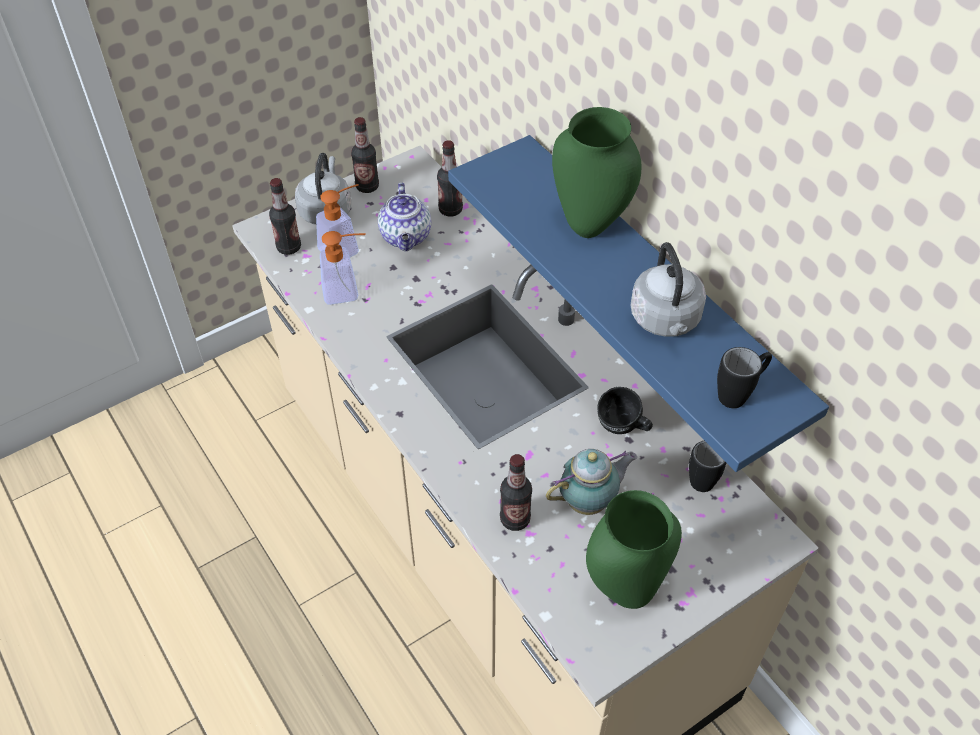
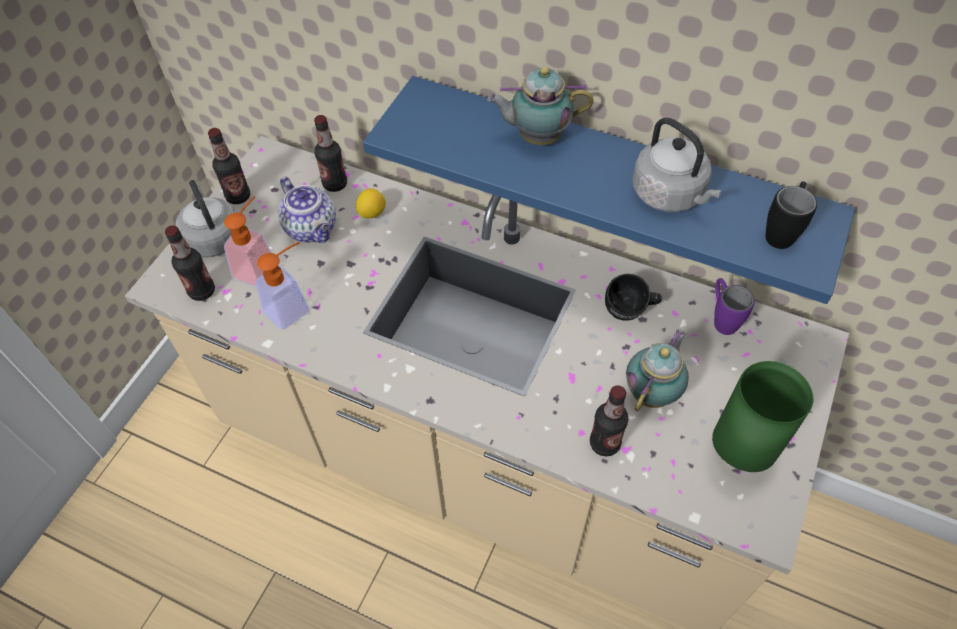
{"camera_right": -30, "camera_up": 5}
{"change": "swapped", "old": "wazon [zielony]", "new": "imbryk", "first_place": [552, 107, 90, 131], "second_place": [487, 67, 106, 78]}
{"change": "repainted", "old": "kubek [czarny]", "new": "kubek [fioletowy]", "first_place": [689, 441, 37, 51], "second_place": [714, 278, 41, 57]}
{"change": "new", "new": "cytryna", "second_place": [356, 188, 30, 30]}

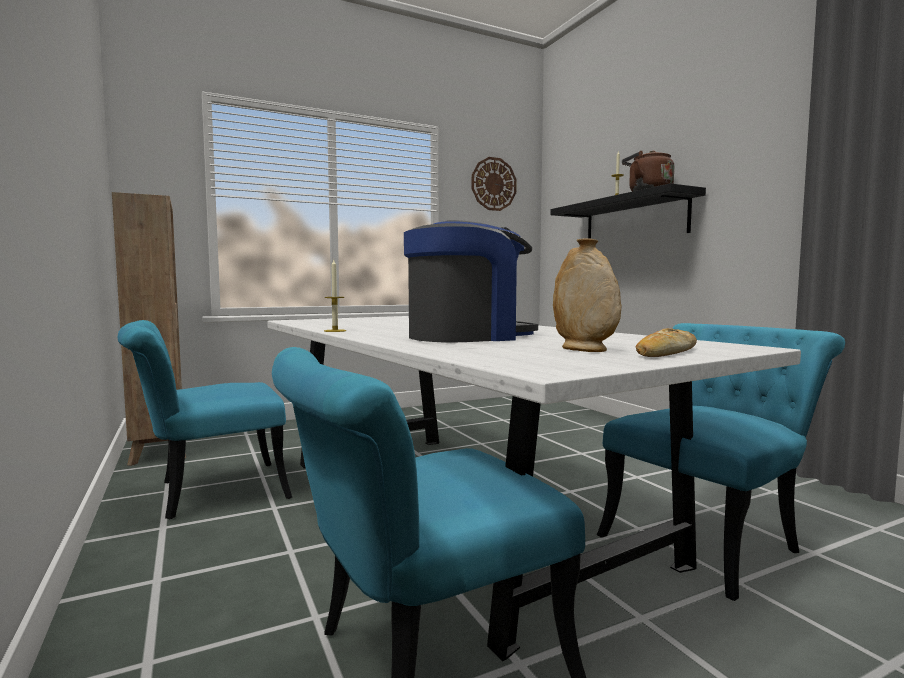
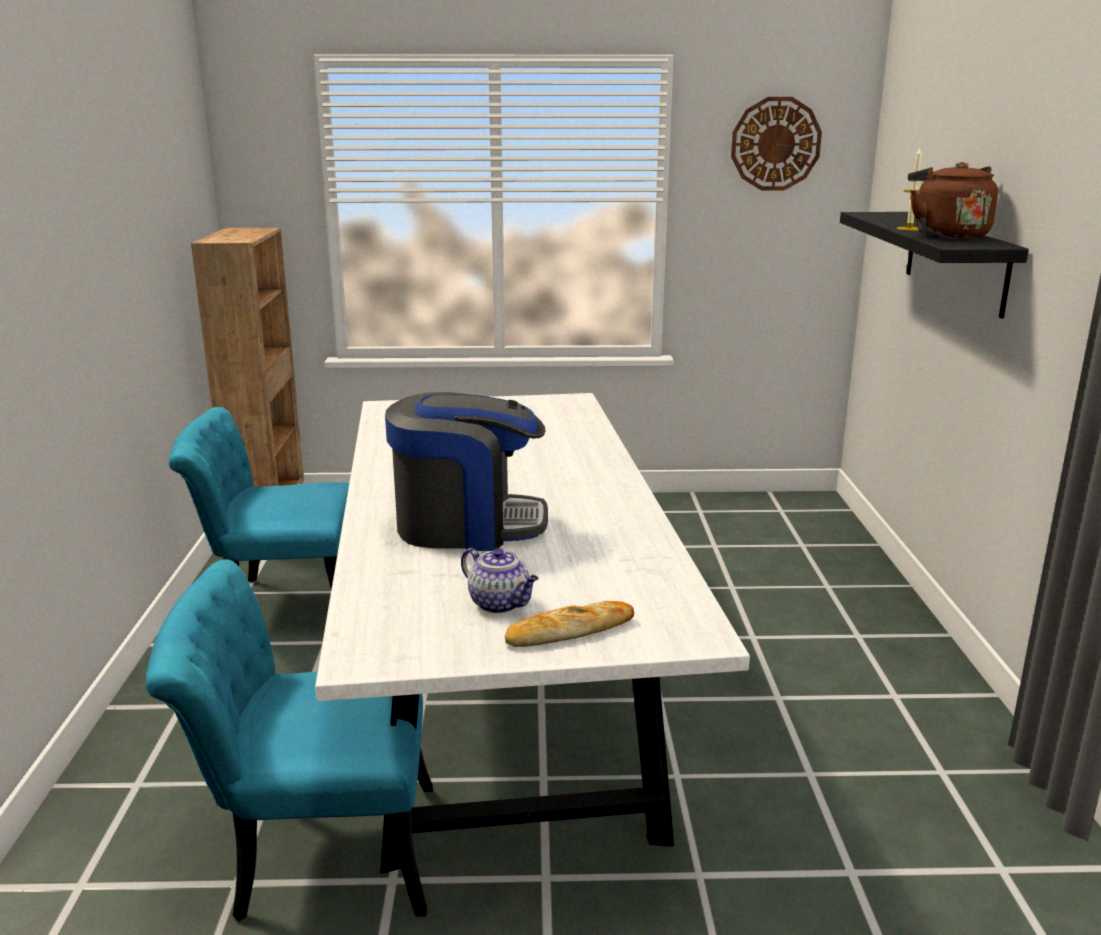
{"camera_right": 25, "camera_up": 15}
{"change": "swapped", "old": "wazon [beżowy]", "new": "imbryk", "first_place": [553, 238, 68, 114], "second_place": [461, 548, 78, 66]}
{"change": "gone", "old": "świeca", "first_place": [324, 258, 23, 74]}
{"change": "gone", "old": "krzesło [turkusowy]", "first_place": [597, 323, 248, 278]}

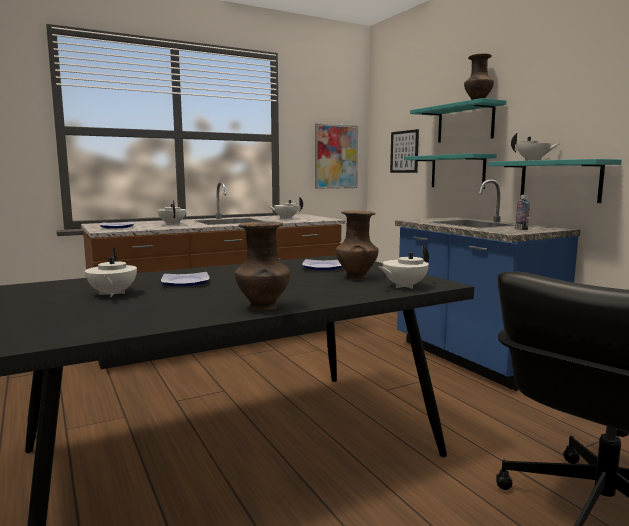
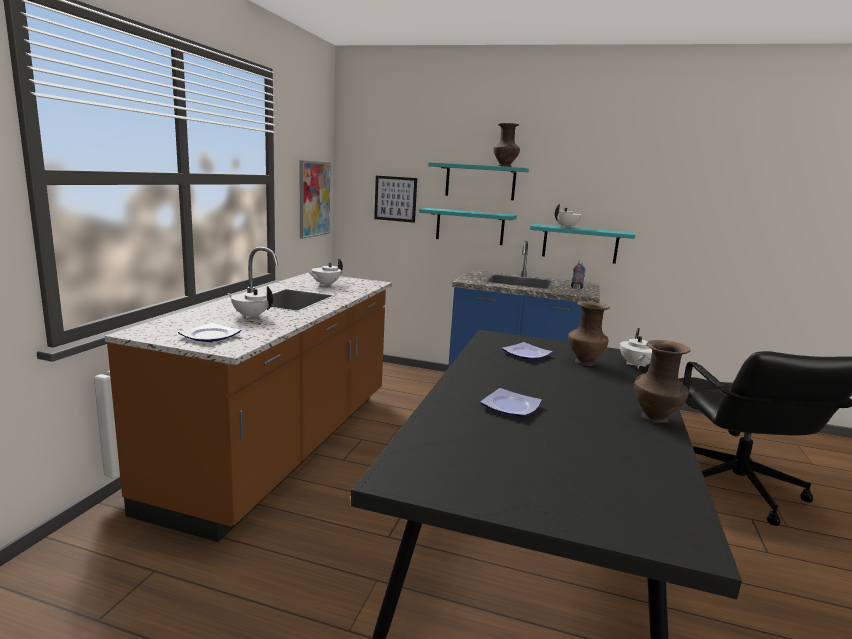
{"camera_right": -45, "camera_up": 5}
{"change": "gone", "old": "imbryk [biały]", "first_place": [85, 248, 52, 49]}

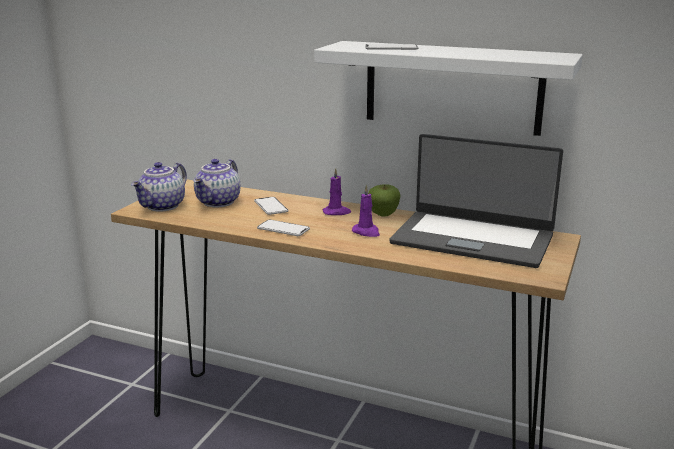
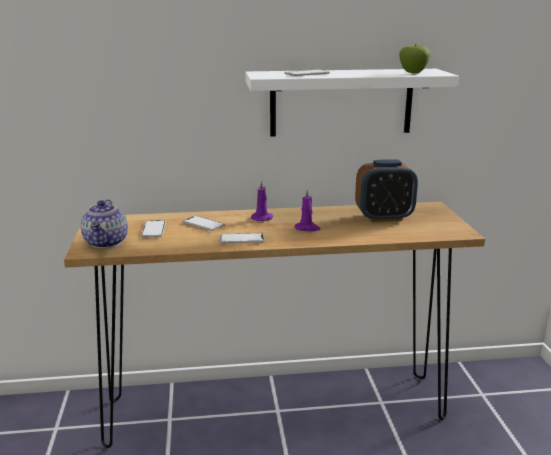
{"camera_right": -30, "camera_up": 0}
{"change": "swapped", "old": "laptop", "new": "budzik", "first_place": [389, 134, 174, 134], "second_place": [355, 159, 63, 63]}
{"change": "swapped", "old": "imbryk", "new": "telefon", "first_place": [194, 159, 46, 49], "second_place": [141, 220, 25, 17]}
{"change": "shifted", "old": "jabłko", "first_place": [368, 184, 33, 33], "second_place": [399, 44, 32, 29]}

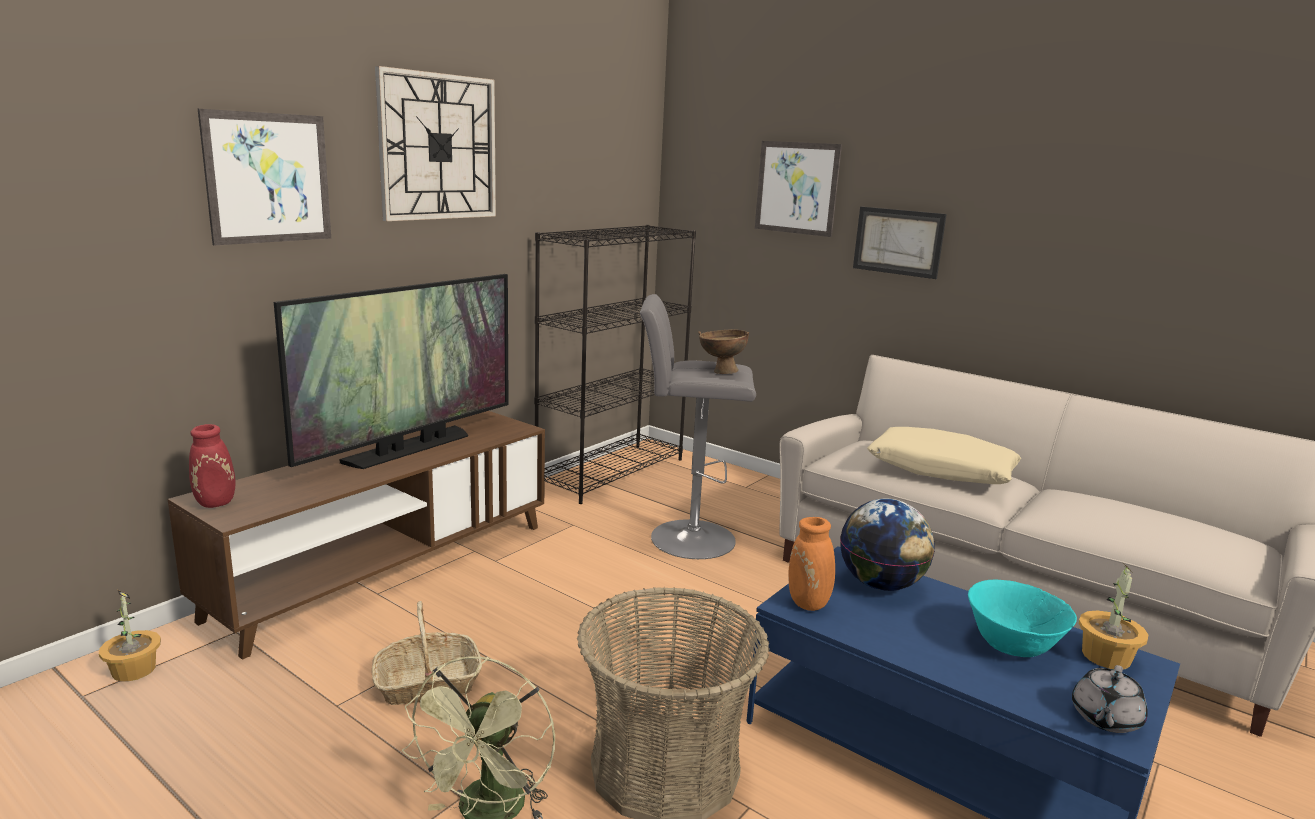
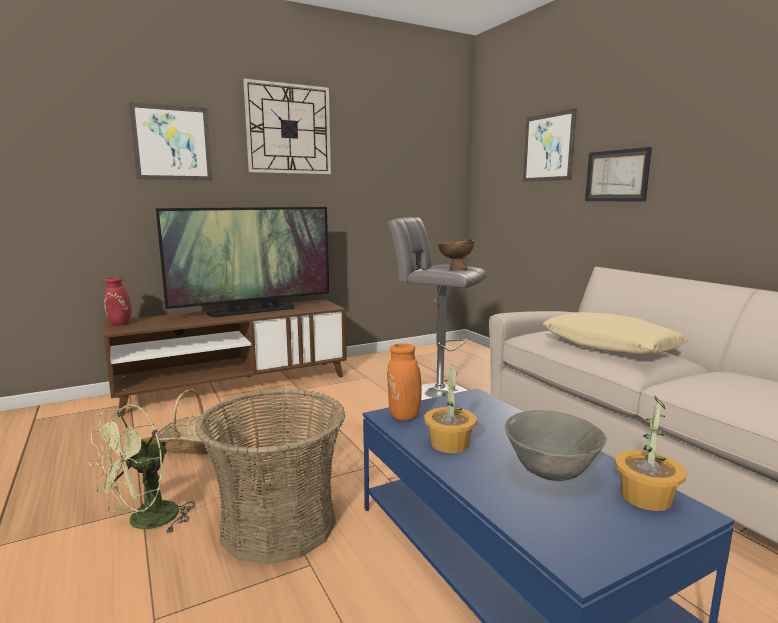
{"camera_right": 25, "camera_up": -5}
{"change": "gone", "old": "regał [czarny]", "first_place": [534, 225, 162, 279]}
{"change": "gone", "old": "globus", "first_place": [840, 499, 95, 92]}
{"change": "repainted", "old": "miska [turkusowy]", "new": "miska [szary]", "first_place": [968, 580, 109, 77], "second_place": [505, 410, 102, 71]}
{"change": "shifted", "old": "roślina doniczkowa", "first_place": [99, 590, 62, 92], "second_place": [424, 362, 53, 91]}
{"change": "gone", "old": "imbryk [szary]", "first_place": [1072, 665, 76, 68]}

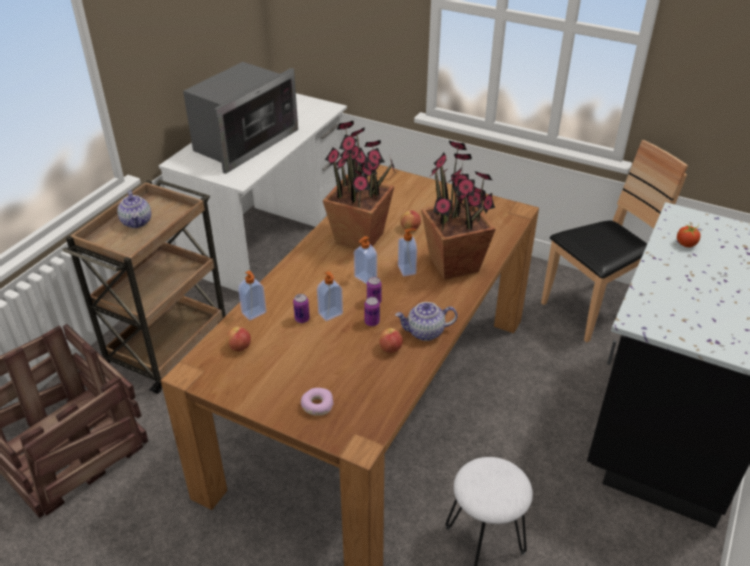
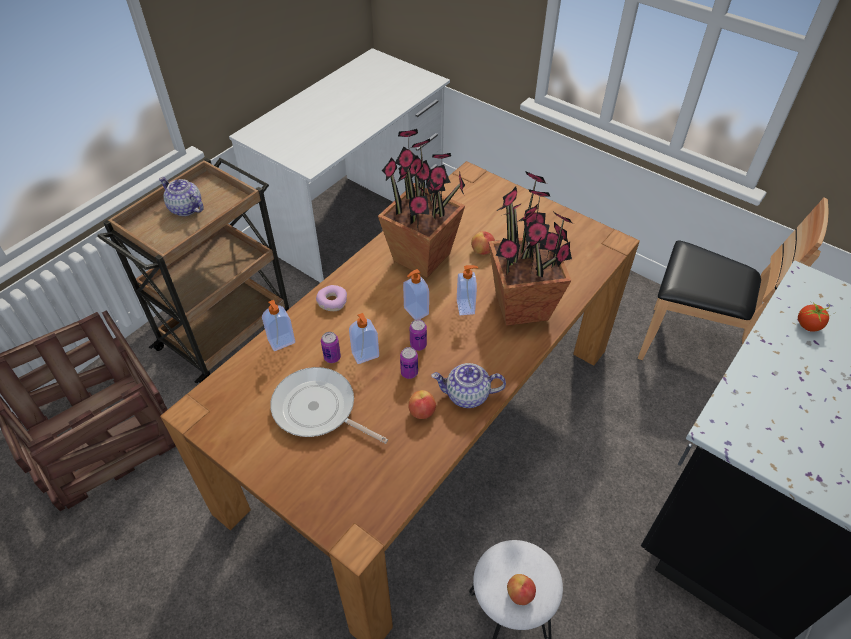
{"camera_right": 10, "camera_up": 10}
{"change": "gone", "old": "mikrofalówka", "first_place": [183, 62, 115, 112]}
{"change": "rotated", "old": "krzesło [brązowy]", "first_place": [541, 140, 147, 203], "second_place": [638, 197, 191, 163], "degrees": 45}
{"change": "rotated", "old": "imbryk", "first_place": [117, 190, 34, 38], "second_place": [159, 177, 45, 39], "degrees": 135}
{"change": "shifted", "old": "jabłko", "first_place": [226, 327, 25, 24], "second_place": [507, 574, 29, 31]}
{"change": "shifted", "old": "donut", "first_place": [301, 388, 33, 28], "second_place": [316, 285, 31, 26]}
{"change": "new", "new": "patelnia", "second_place": [270, 367, 118, 77]}

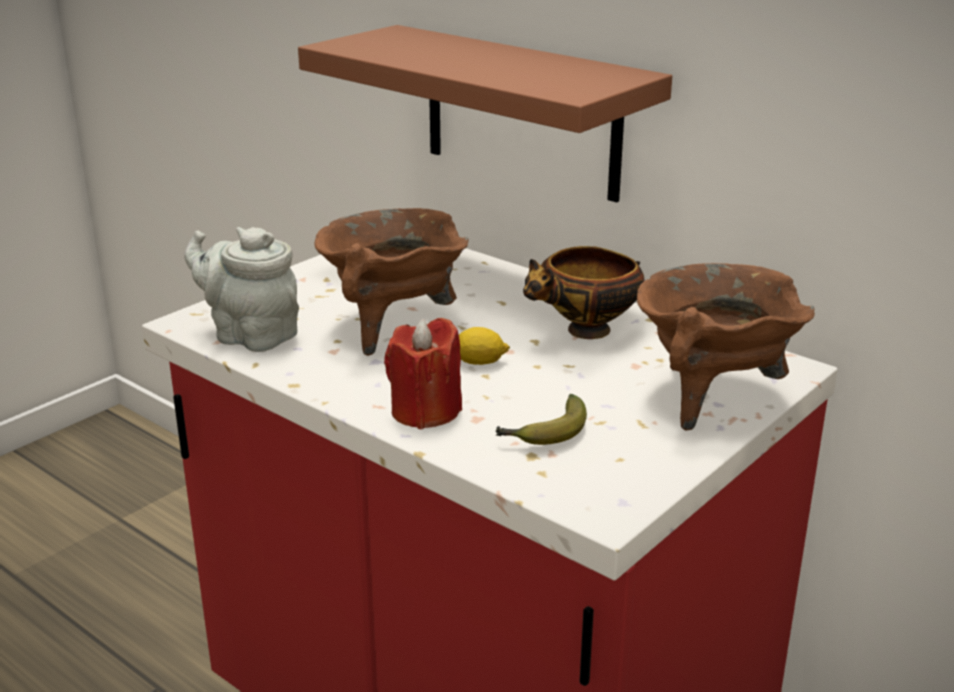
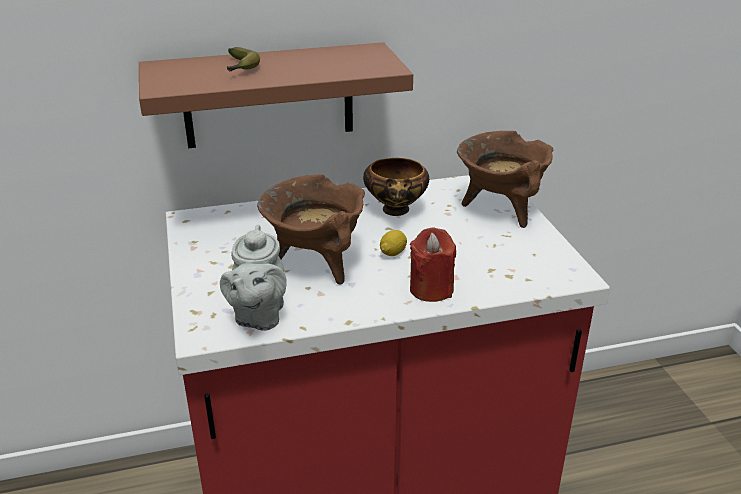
{"camera_right": -55, "camera_up": 5}
{"change": "rotated", "old": "imbryk [szary]", "first_place": [184, 227, 115, 125], "second_place": [220, 224, 67, 107], "degrees": -60}
{"change": "shifted", "old": "banan", "first_place": [496, 394, 91, 51], "second_place": [227, 47, 33, 24]}

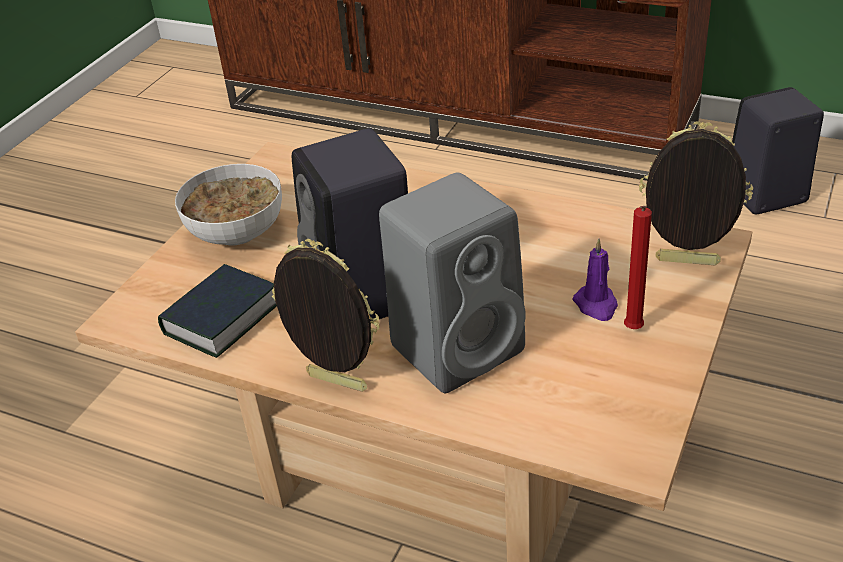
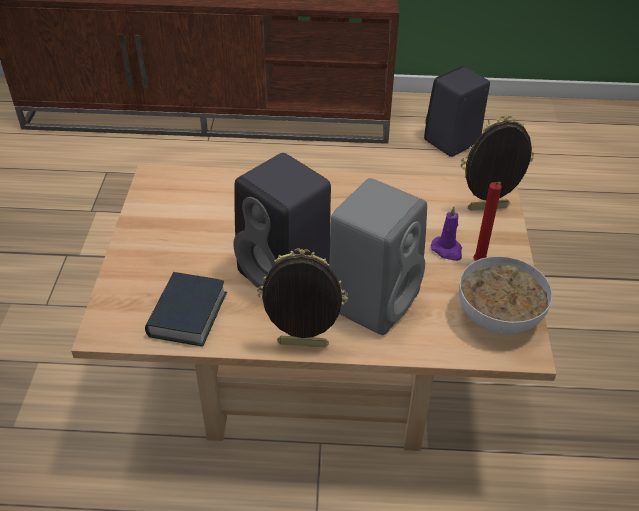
{"camera_right": -25, "camera_up": 5}
{"change": "shifted", "old": "miska", "first_place": [175, 164, 107, 81], "second_place": [459, 256, 94, 79]}

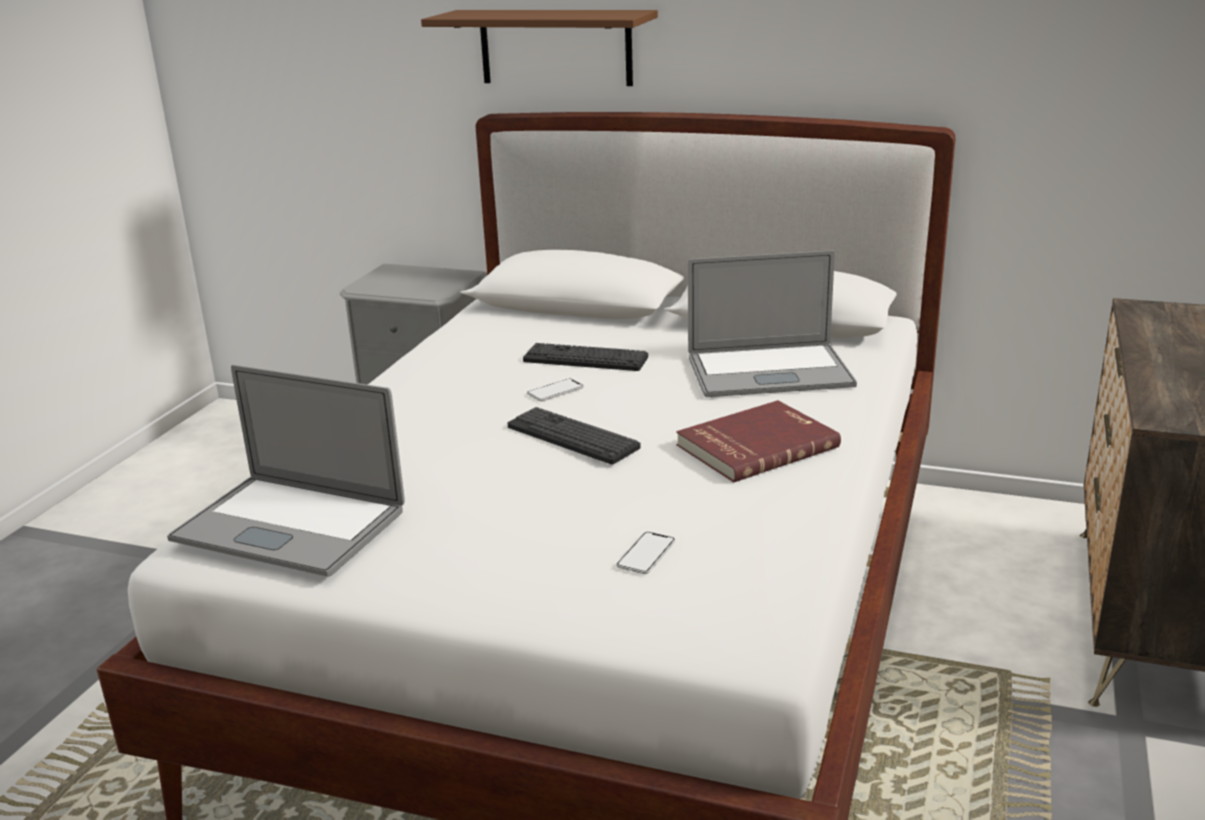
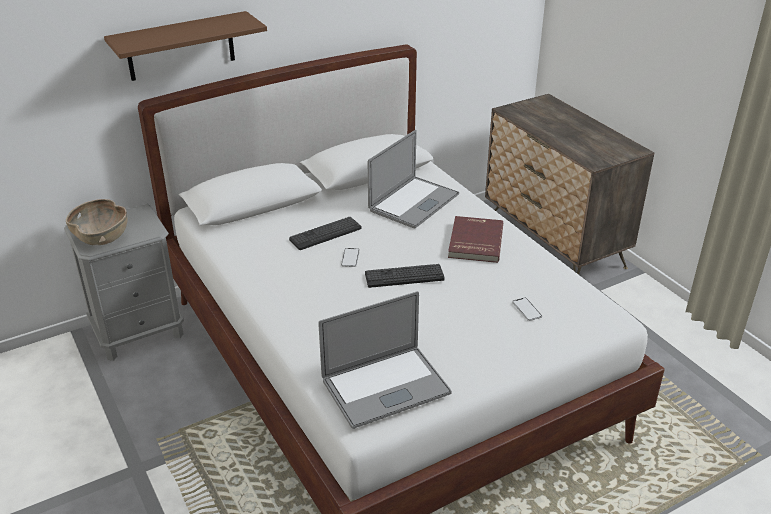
{"camera_right": -50, "camera_up": 10}
{"change": "new", "new": "miska [brązowy]", "second_place": [66, 199, 62, 46]}

